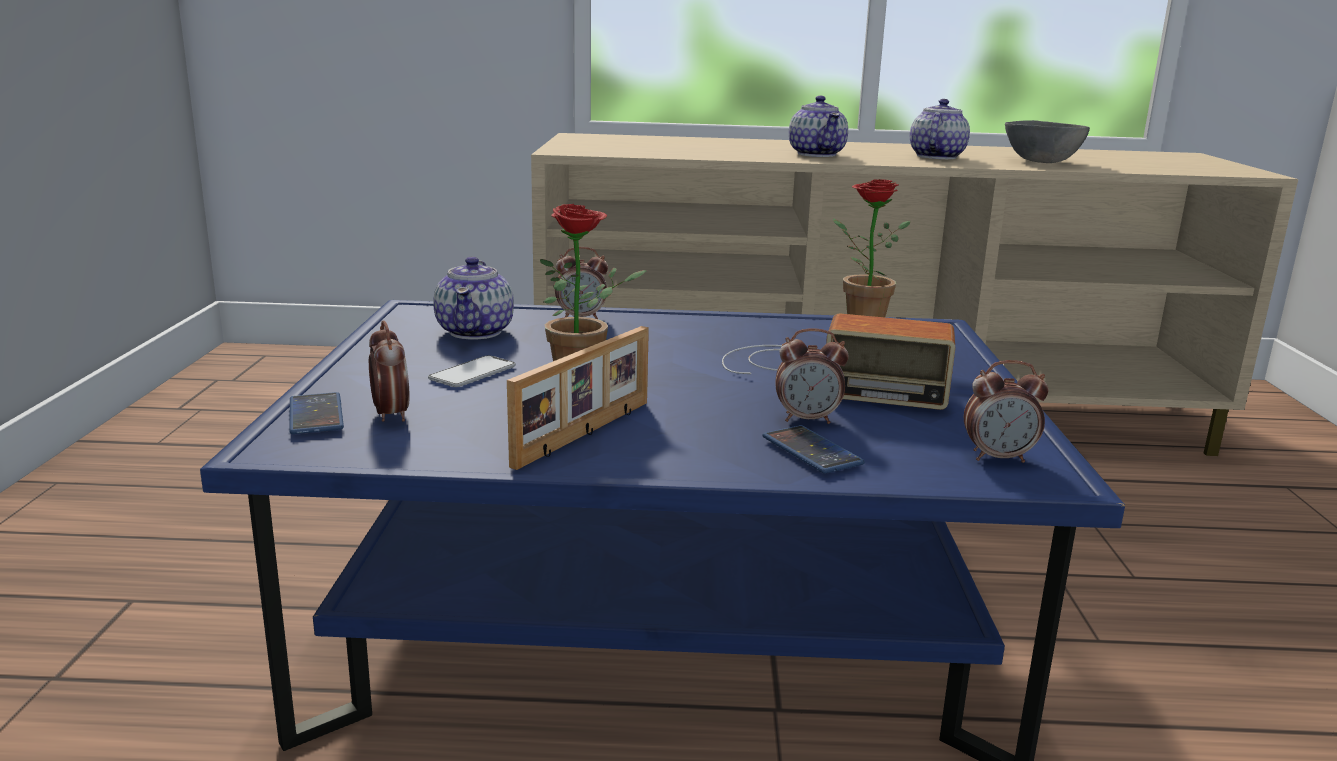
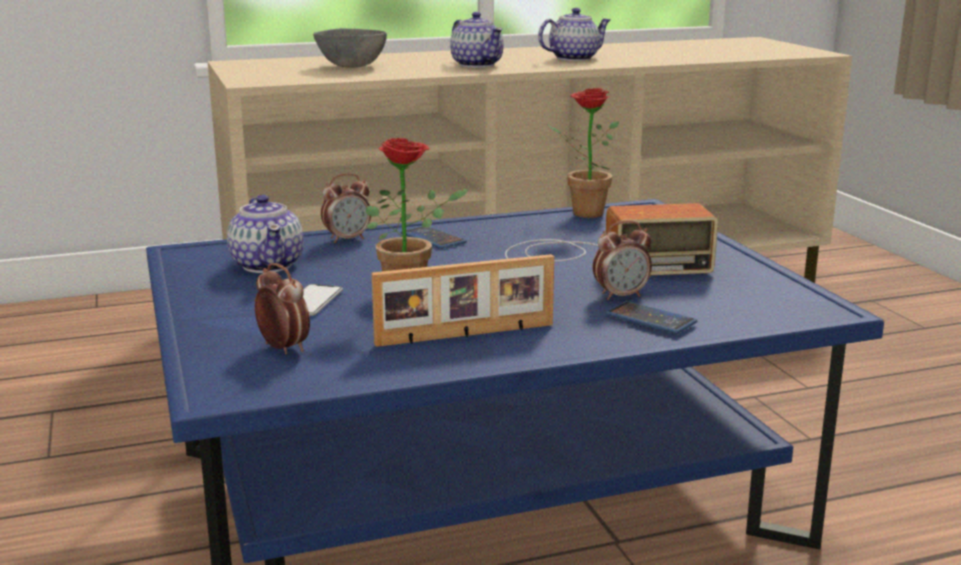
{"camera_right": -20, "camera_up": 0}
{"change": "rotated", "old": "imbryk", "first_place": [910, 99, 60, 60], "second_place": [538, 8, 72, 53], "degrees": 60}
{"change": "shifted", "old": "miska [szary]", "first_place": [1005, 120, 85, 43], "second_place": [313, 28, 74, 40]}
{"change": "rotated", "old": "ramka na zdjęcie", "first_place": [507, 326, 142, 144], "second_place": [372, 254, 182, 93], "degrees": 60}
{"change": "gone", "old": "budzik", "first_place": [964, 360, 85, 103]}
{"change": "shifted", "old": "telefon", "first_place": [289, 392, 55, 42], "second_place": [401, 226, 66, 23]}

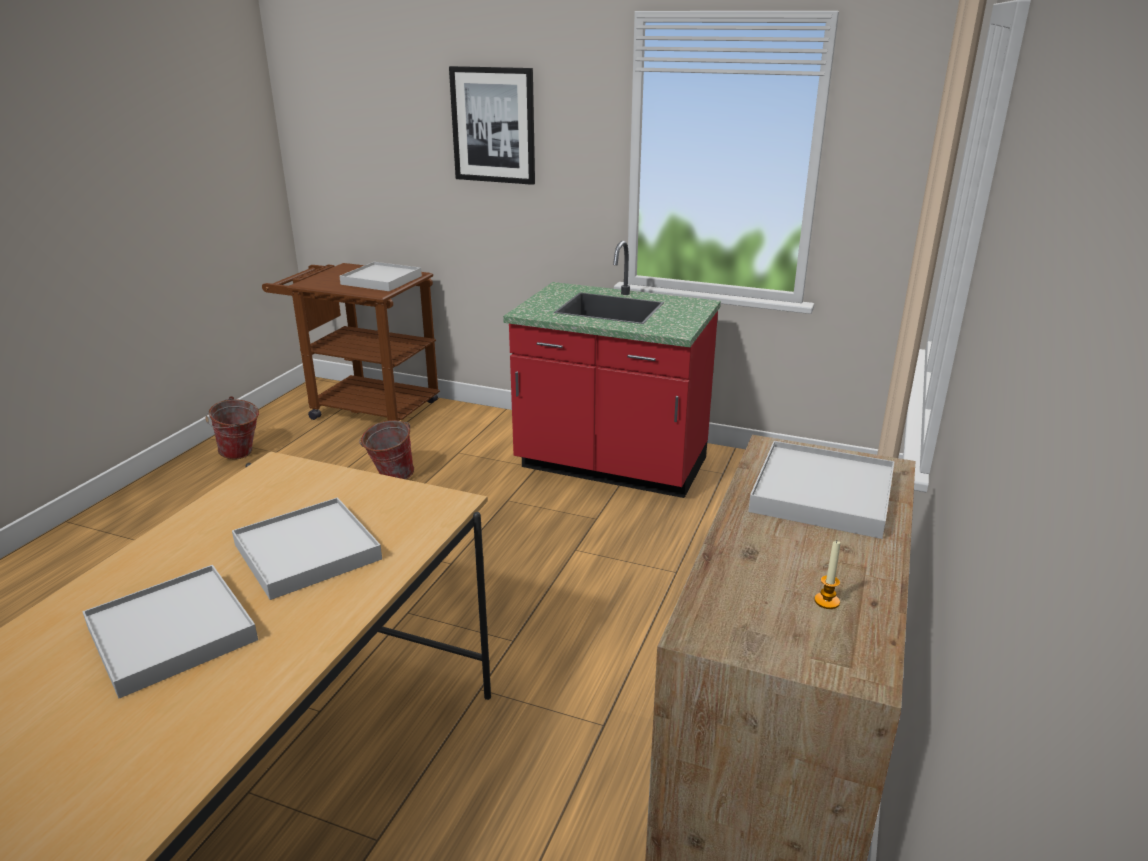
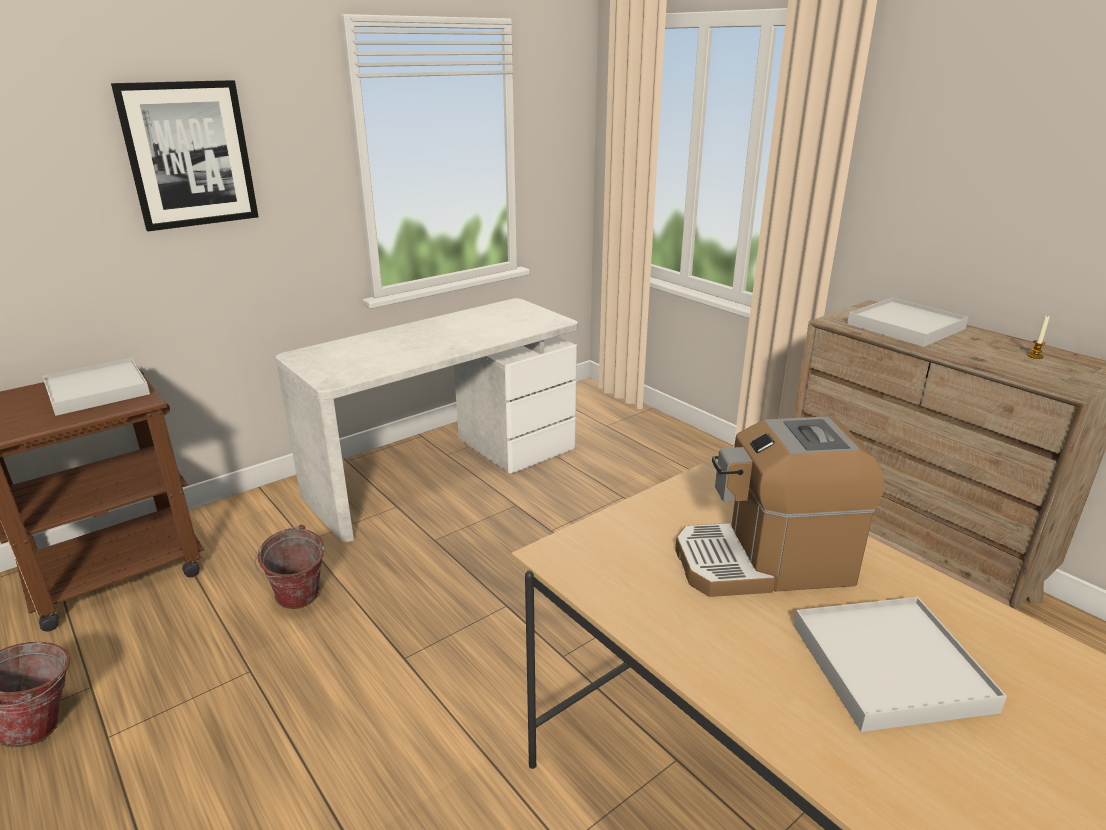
{"camera_right": -60, "camera_up": 0}
{"change": "swapped", "old": "zabudowa kuchenna [czerwony]", "new": "biurko [biały]", "first_place": [503, 241, 218, 257], "second_place": [276, 298, 302, 244]}
{"change": "swapped", "old": "taca [biały]", "new": "ekspres do kawy", "first_place": [232, 497, 150, 103], "second_place": [675, 416, 209, 181]}

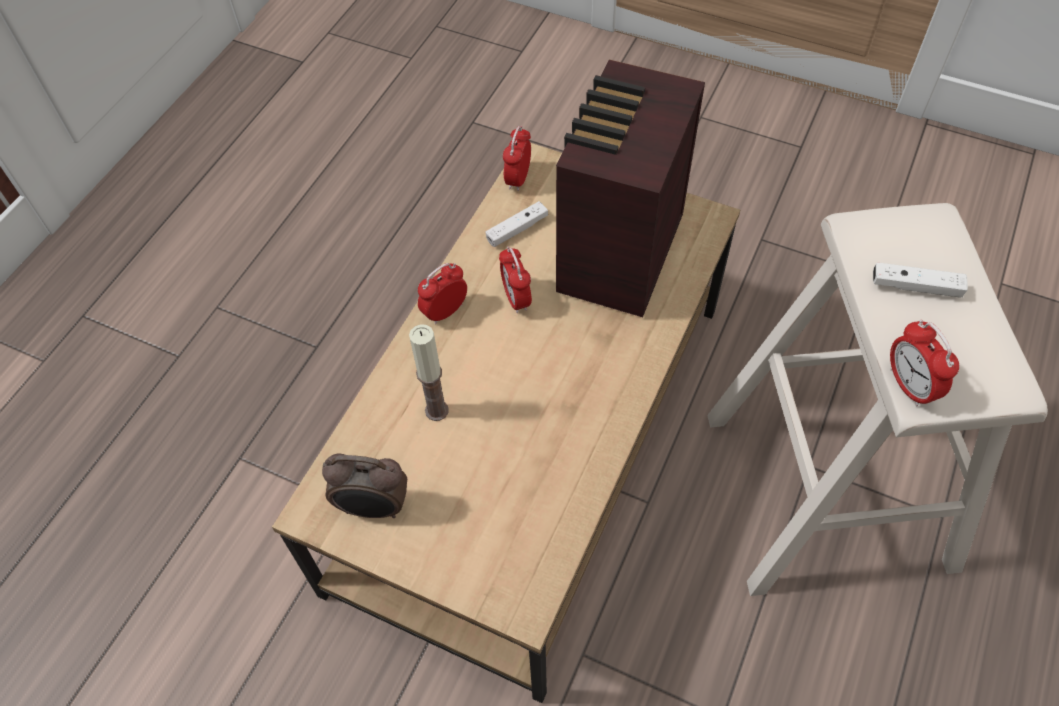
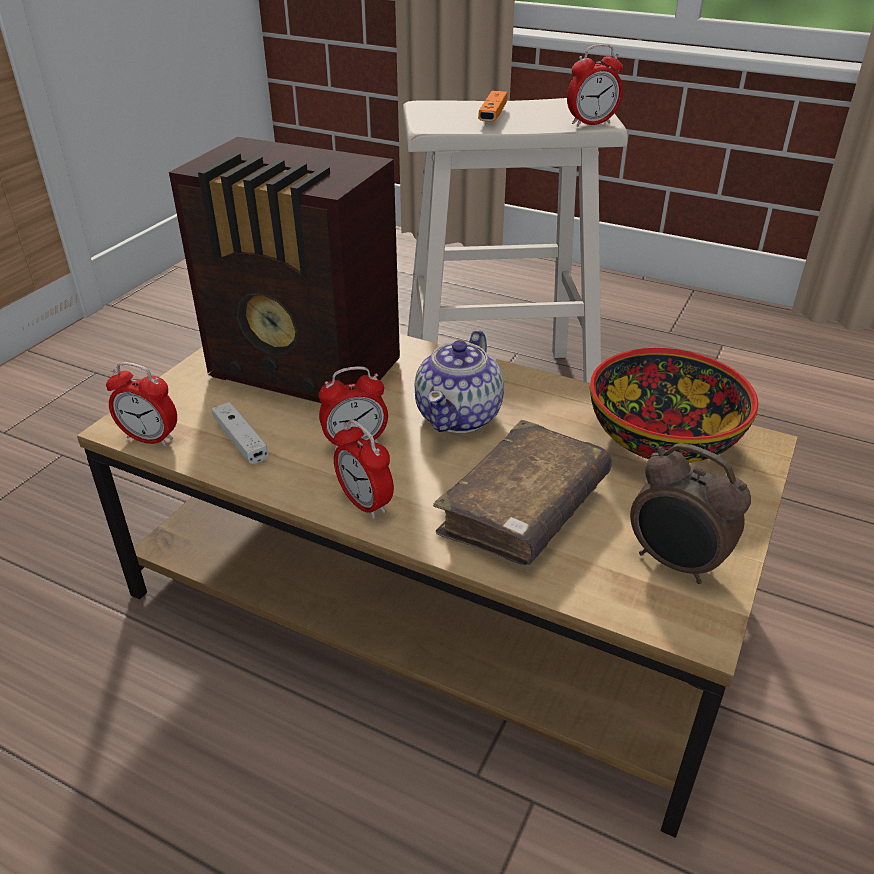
{"camera_right": -90, "camera_up": -20}
{"change": "repainted", "old": "pad do gier [biały]", "new": "pad do gier [pomarańczowy]", "first_place": [873, 262, 95, 35], "second_place": [478, 91, 29, 31]}
{"change": "swapped", "old": "świeca", "new": "książka [brązowy]", "first_place": [409, 324, 40, 97], "second_place": [433, 420, 179, 145]}
{"change": "rotated", "old": "budzik", "first_place": [322, 453, 85, 65], "second_place": [630, 443, 121, 141], "degrees": 120}
{"change": "new", "new": "imbryk", "second_place": [415, 330, 89, 103]}
{"change": "new", "new": "miska", "second_place": [590, 348, 169, 115]}

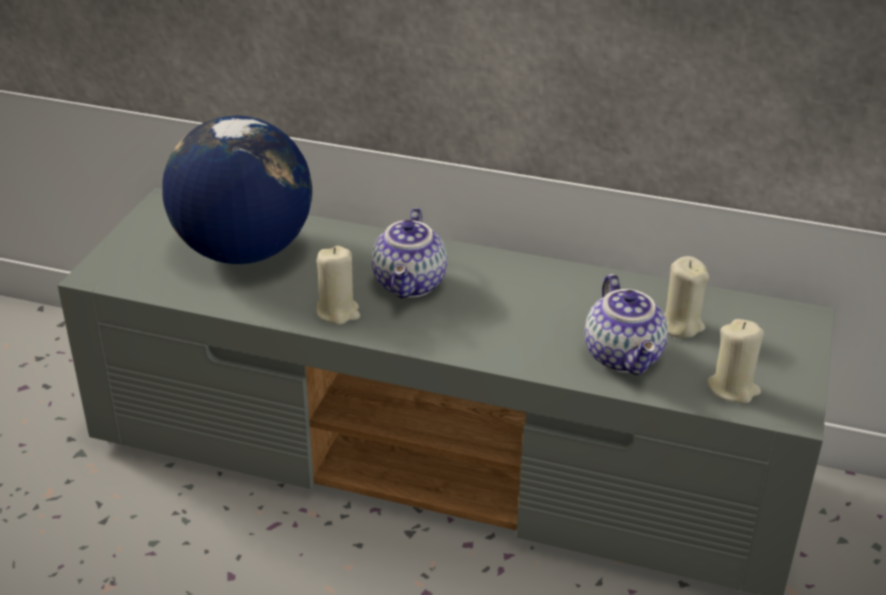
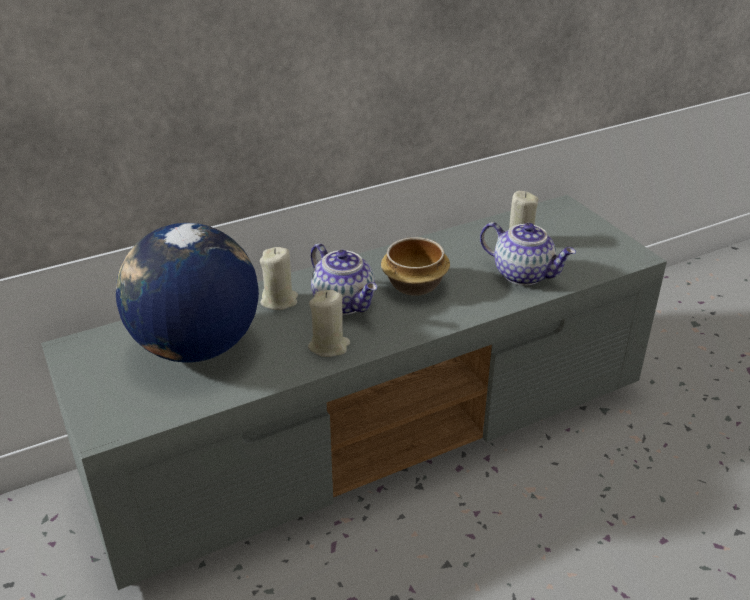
{"camera_right": -45, "camera_up": 0}
{"change": "shifted", "old": "świeca [beżowy]", "first_place": [707, 319, 57, 85], "second_place": [260, 247, 38, 63]}
{"change": "new", "new": "miska", "second_place": [381, 237, 69, 59]}

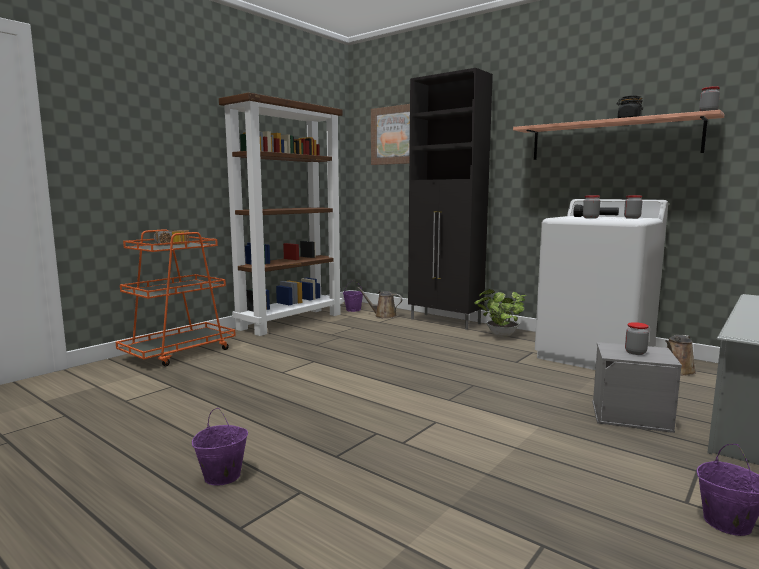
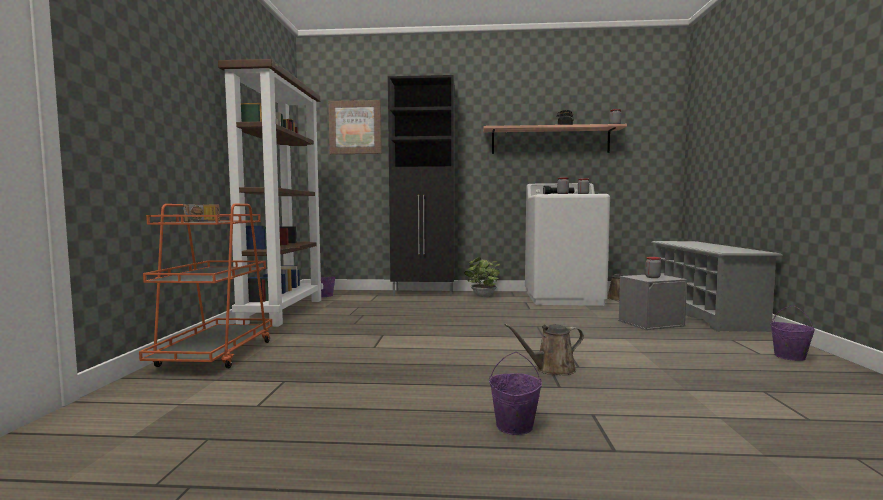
{"camera_right": -35, "camera_up": -5}
{"change": "shifted", "old": "konewka [brązowy]", "first_place": [357, 287, 45, 32], "second_place": [505, 324, 79, 51]}

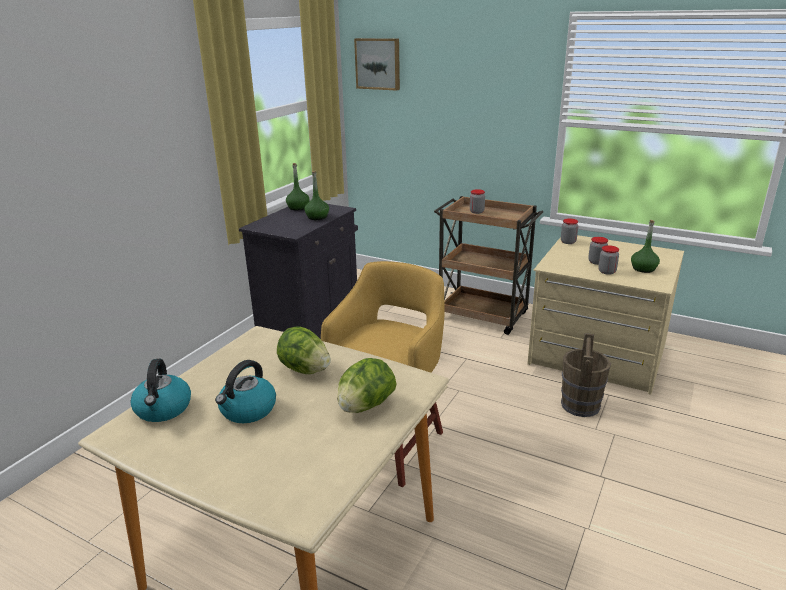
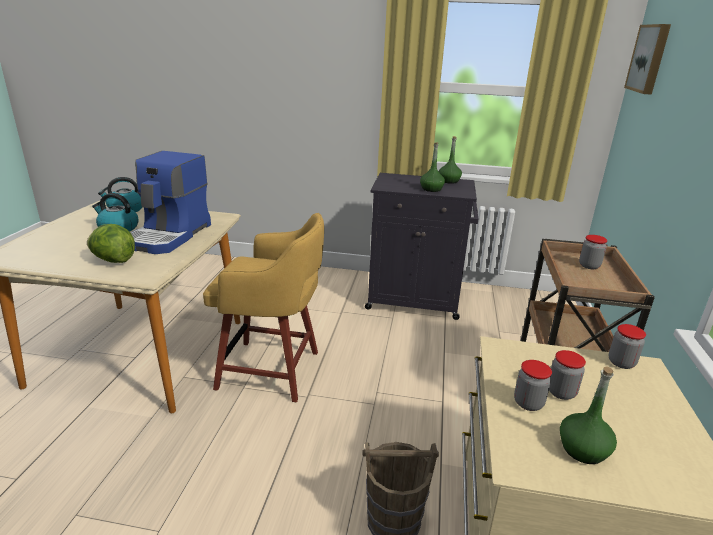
{"camera_right": 70, "camera_up": 0}
{"change": "swapped", "old": "sałata", "new": "ekspres do kawy", "first_place": [277, 326, 54, 48], "second_place": [131, 151, 80, 103]}

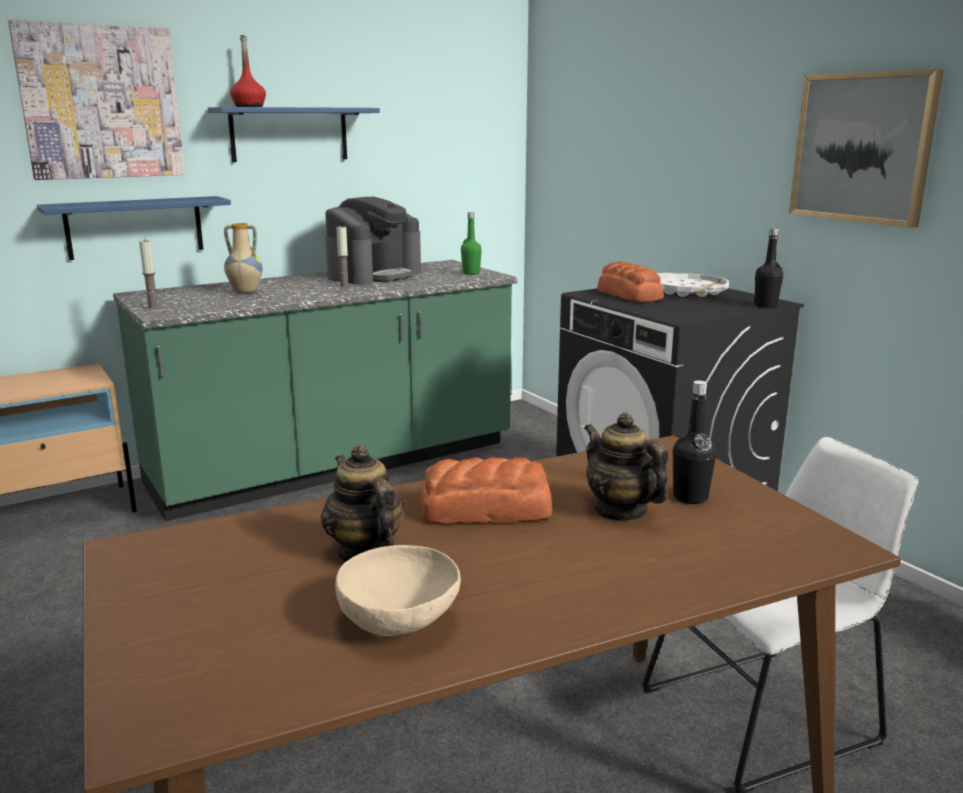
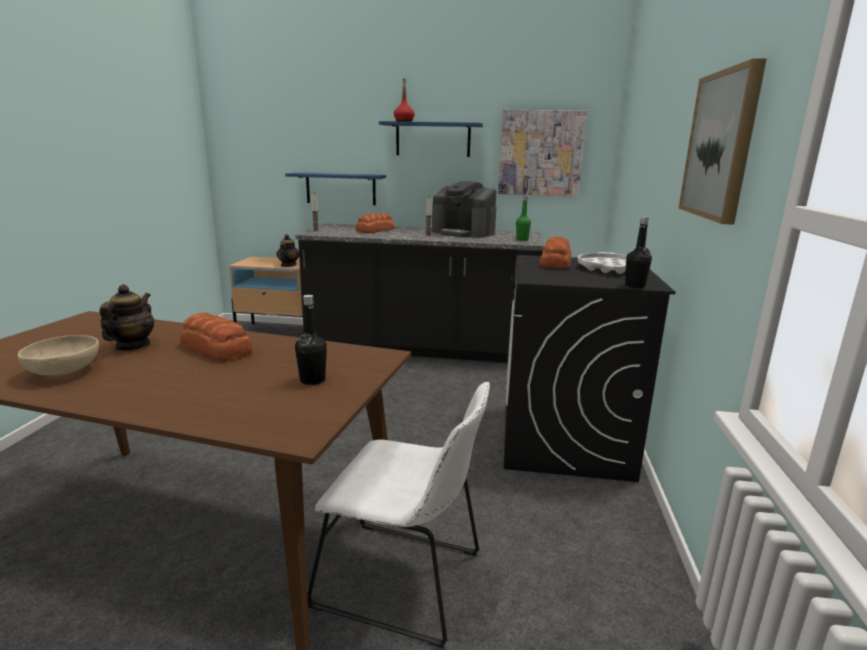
{"camera_right": 40, "camera_up": 0}
{"change": "shifted", "old": "obraz", "first_place": [8, 20, 177, 160], "second_place": [498, 110, 89, 87]}
{"change": "rotated", "old": "ekspres do kawy", "first_place": [325, 197, 96, 88], "second_place": [432, 181, 64, 57], "degrees": 45}
{"change": "swapped", "old": "wazon", "new": "chleb", "first_place": [224, 223, 38, 70], "second_place": [356, 213, 39, 20]}
{"change": "repainted", "old": "zabudowa kuchenna [zielony]", "new": "zabudowa kuchenna [czarny]", "first_place": [113, 260, 404, 261], "second_place": [295, 223, 250, 140]}
{"change": "shifted", "old": "imbryk", "first_place": [584, 412, 84, 110], "second_place": [276, 234, 23, 33]}

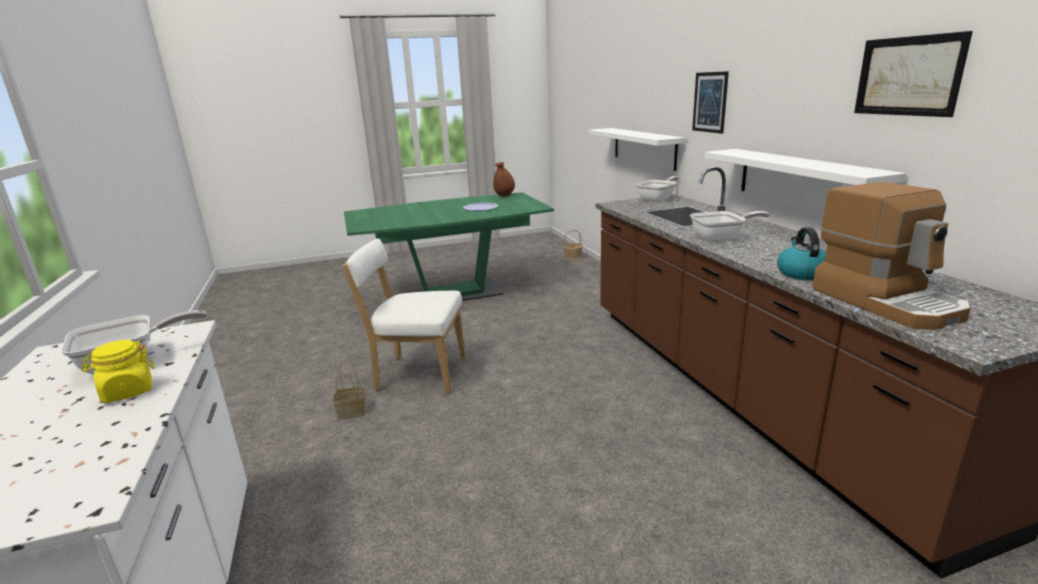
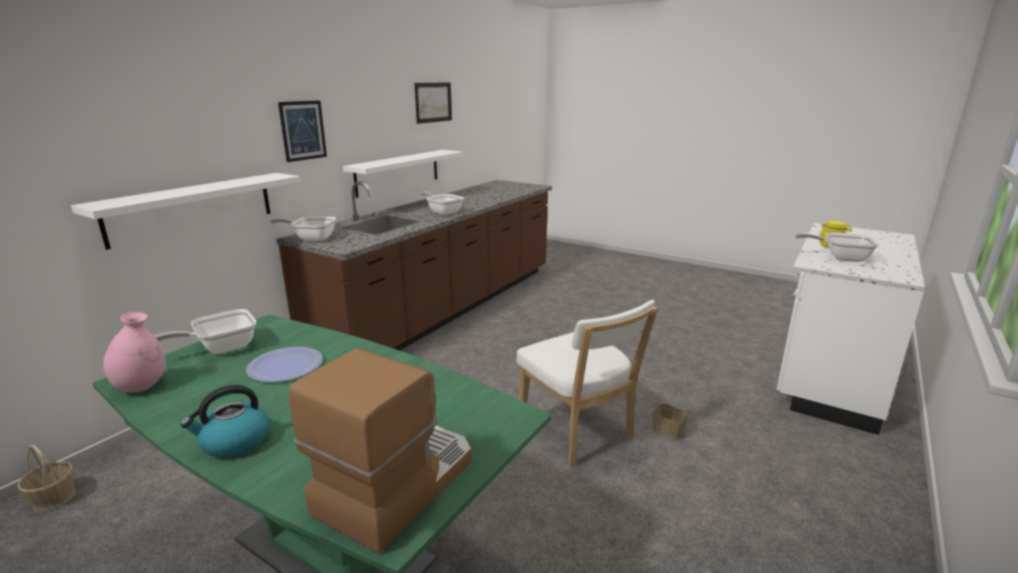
{"camera_right": -130, "camera_up": 0}
{"change": "repainted", "old": "wazon [brązowy]", "new": "wazon [różowy]", "first_place": [493, 162, 22, 35], "second_place": [103, 312, 63, 81]}
{"change": "shifted", "old": "ekspres do kawy", "first_place": [812, 182, 159, 148], "second_place": [289, 348, 183, 205]}
{"change": "shifted", "old": "czajnik", "first_place": [777, 227, 49, 53], "second_place": [180, 385, 89, 72]}
{"change": "new", "new": "patelnia", "second_place": [154, 309, 102, 45]}

